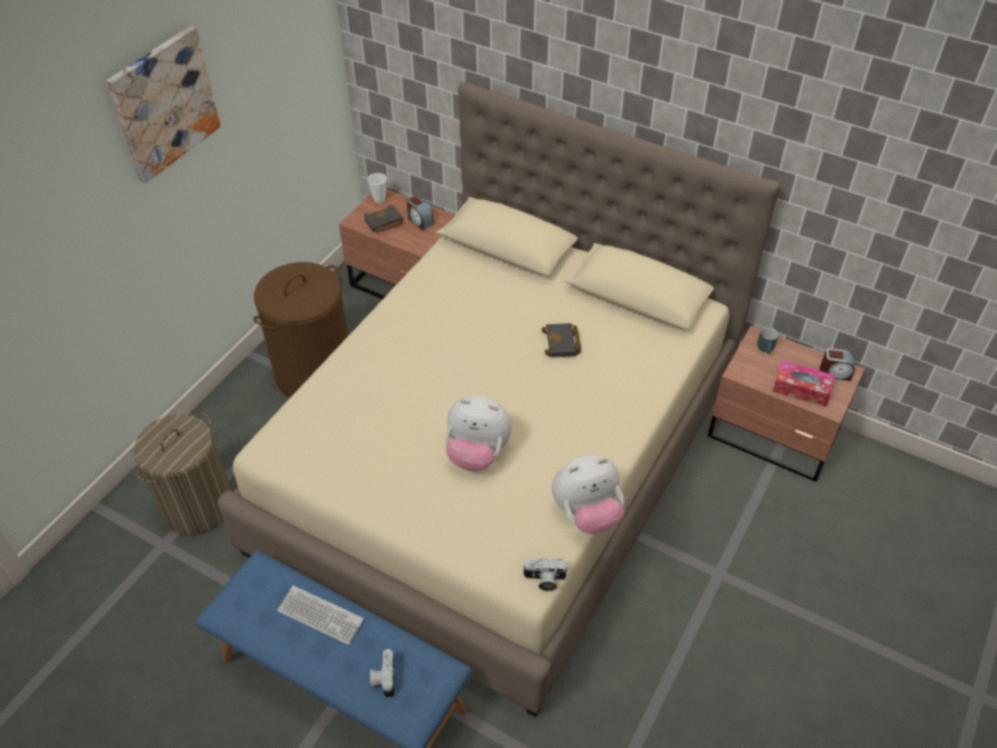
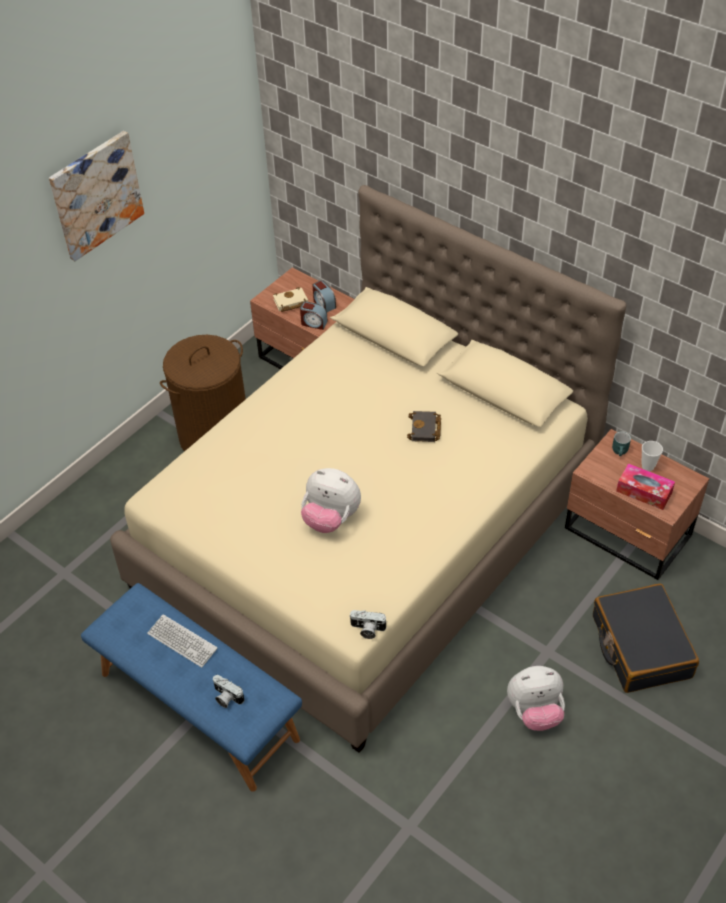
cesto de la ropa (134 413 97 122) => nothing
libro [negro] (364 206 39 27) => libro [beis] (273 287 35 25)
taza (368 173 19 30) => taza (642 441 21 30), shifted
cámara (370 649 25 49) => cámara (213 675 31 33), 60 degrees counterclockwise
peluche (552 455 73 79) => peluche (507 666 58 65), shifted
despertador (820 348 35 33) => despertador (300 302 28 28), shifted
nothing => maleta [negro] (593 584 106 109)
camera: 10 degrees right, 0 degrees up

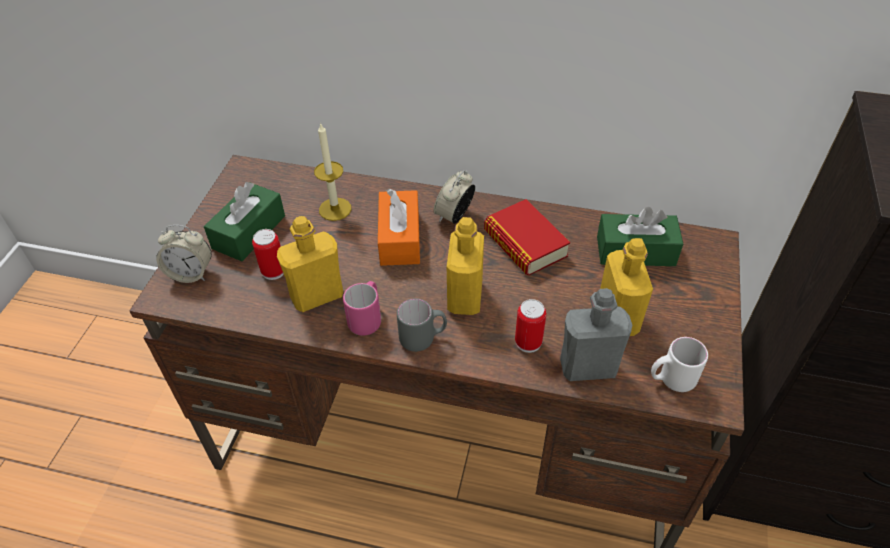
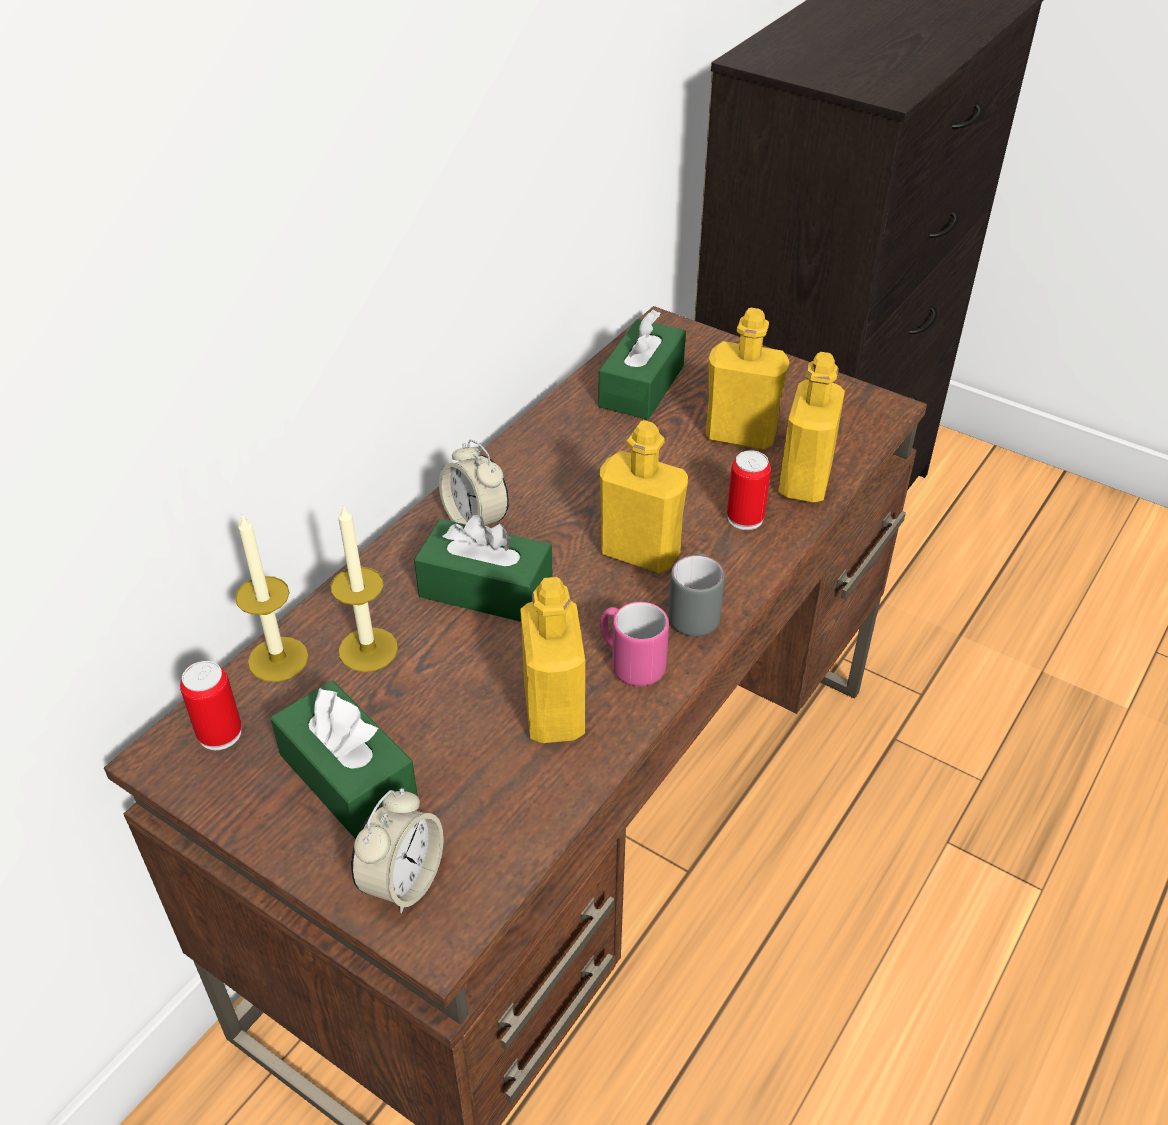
lata (252 229 32 51) => lata (180 661 62 89), shifted
caja de pañuelos [naranja] (378 188 42 78) => caja de pañuelos [verde] (414 515 139 107)
libro (484 199 86 76) => nothing
botella [gris] (560 288 72 93) => botella [amarillo] (778 352 67 151)
taza grande [blanco] (651 337 57 55) => nothing
nothing => vela (235 514 74 168)
camera: 70 degrees left, 5 degrees down

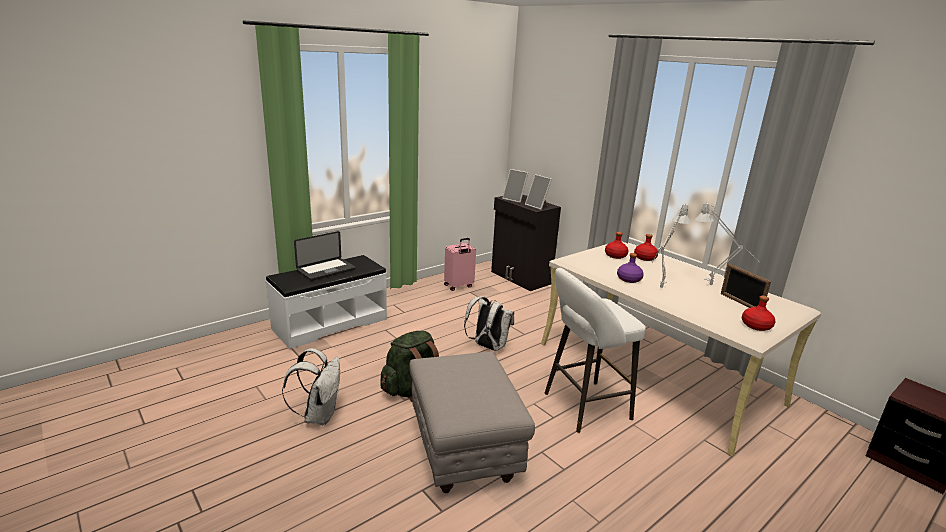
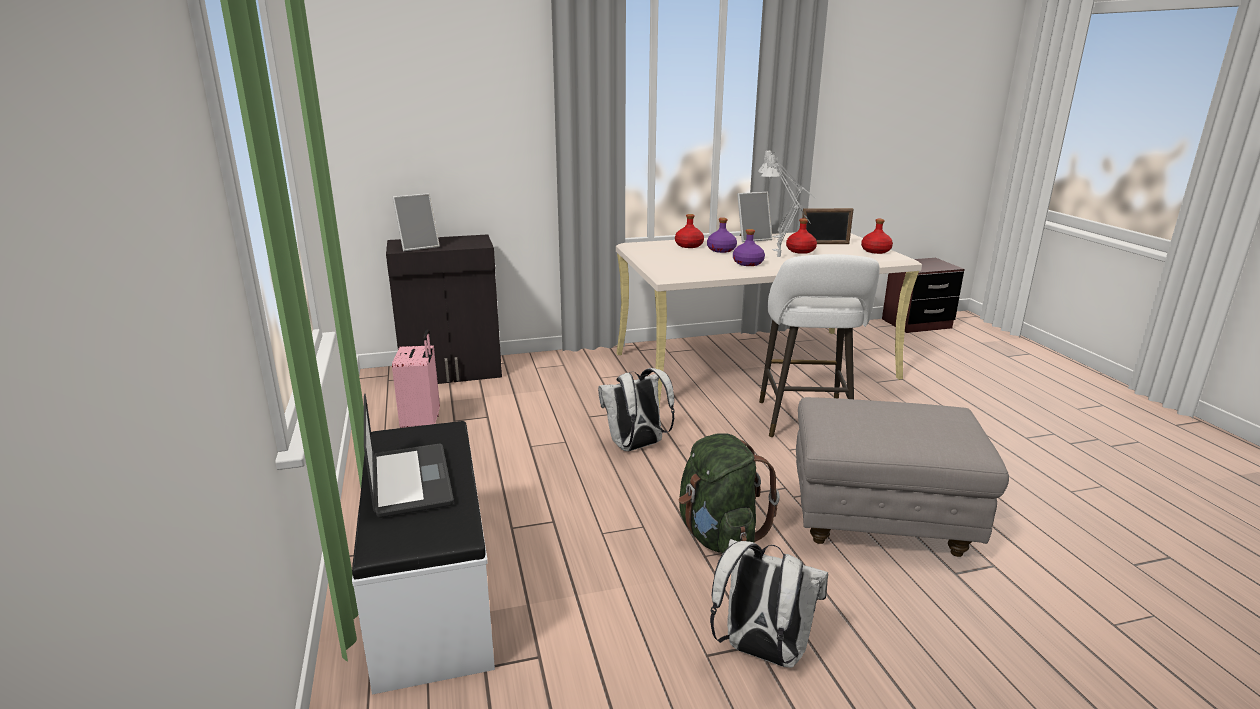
portarretratos (525 174 27 36) => portarretratos (737 192 35 50), shifted
botella [rojo] (605 232 24 27) => botella [rojo] (786 218 31 36), shifted
nothing => botella [morado] (707 218 30 35)
camera: 65 degrees left, 0 degrees up

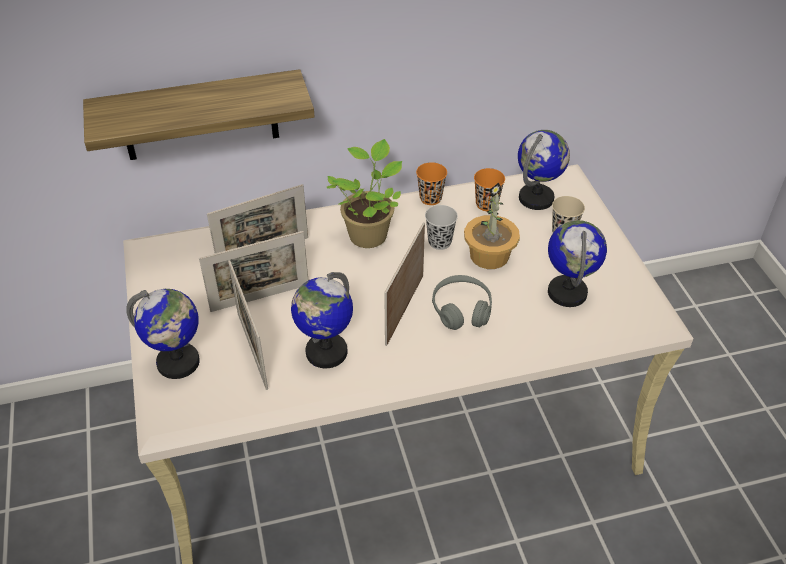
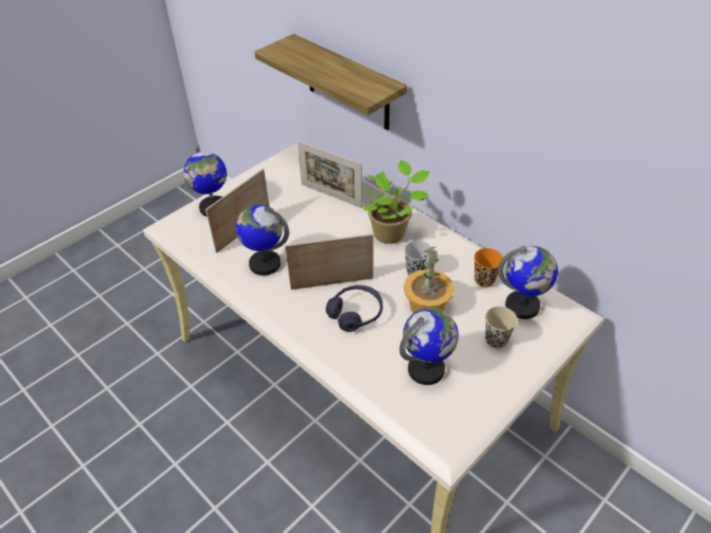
portarretratos (199 231 109 81) => nothing
taza [naranja] (416 162 31 43) => nothing
auriculares [gris] (432 275 60 55) => auriculares [morado] (326 285 57 47)
camera: 60 degrees right, 0 degrees up

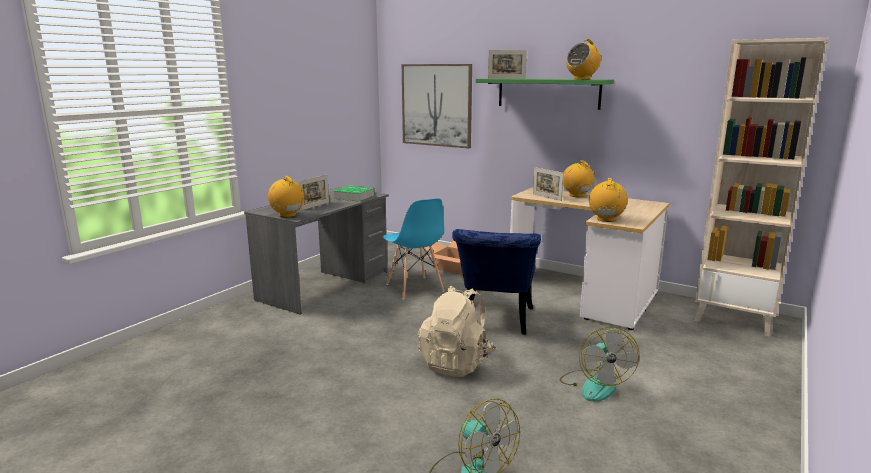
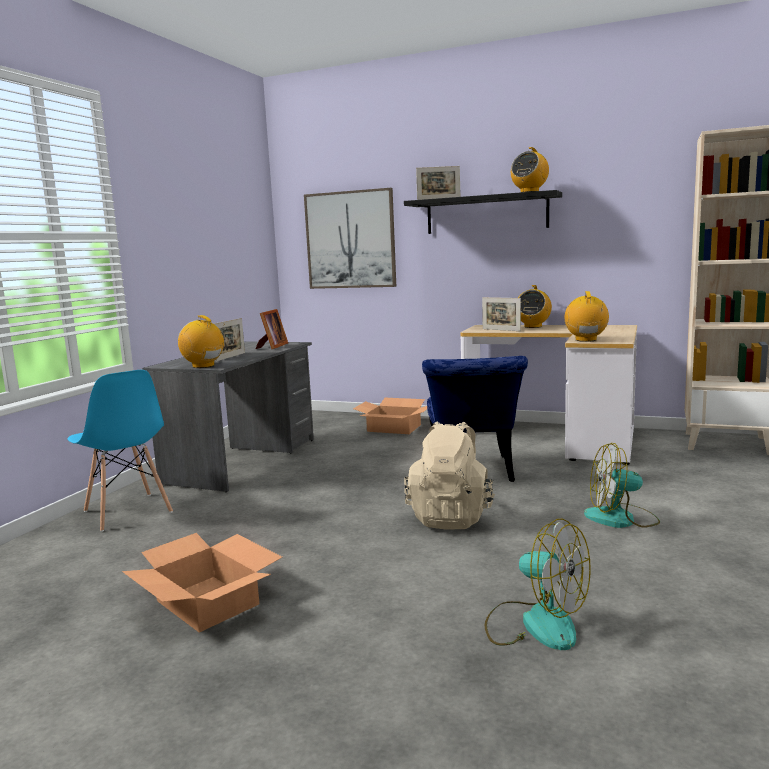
libro (334 185 41 17) => portarretratos (255 309 33 40)
silla [azul] (383 198 61 102) => silla [azul] (67 370 106 162), shifted
estante [verde] (476 78 138 32) => estante [negro] (404 190 158 44)
ventilador (560 327 80 75) => ventilador (584 443 76 85), 105 degrees clockwise
radio (563 160 35 37) => radio (518 285 34 43), 120 degrees counterclockwise
nothing => caja de cartón (122 533 160 100)
camera: 10 degrees left, 5 degrees down

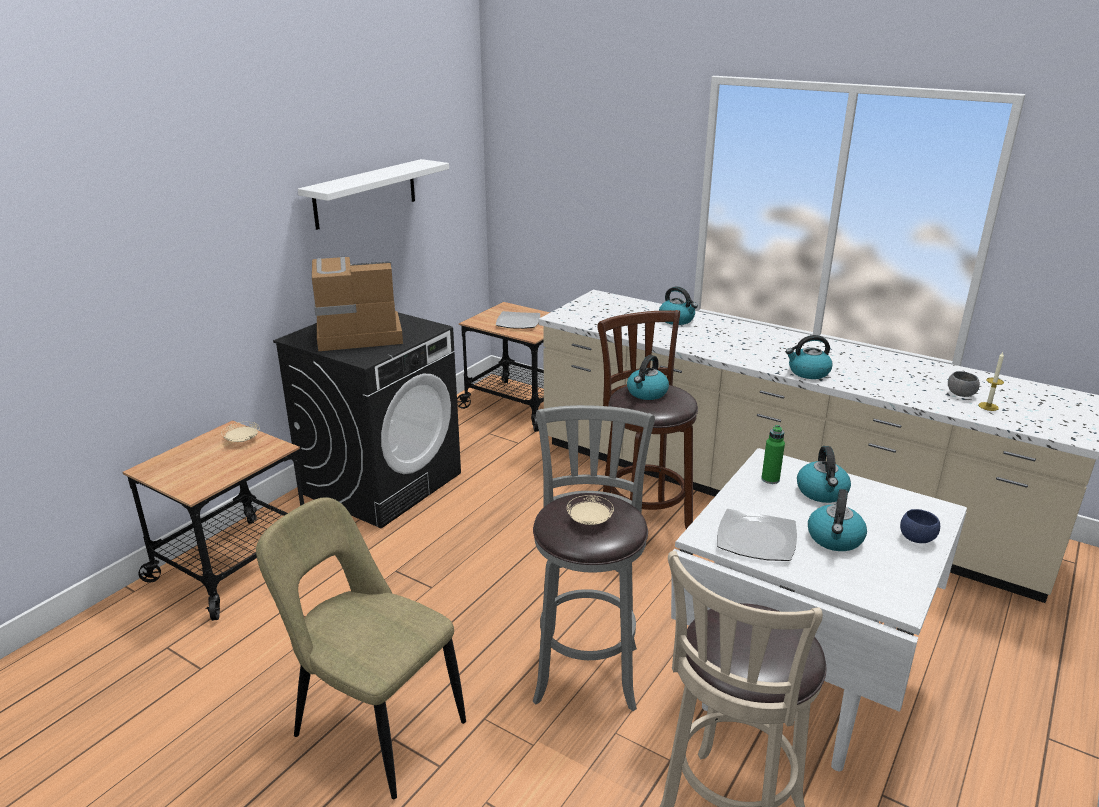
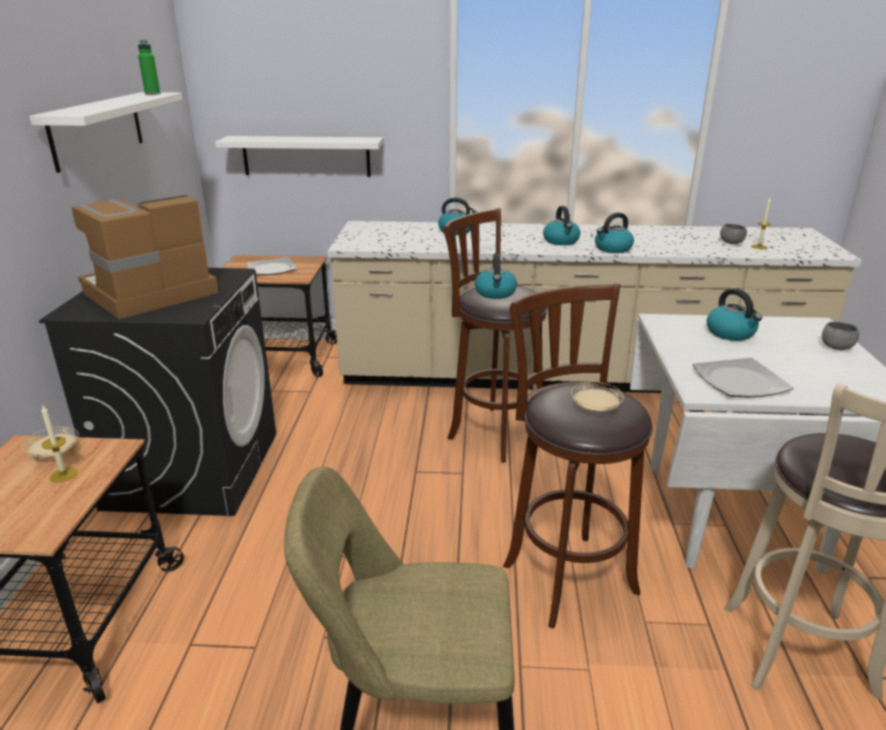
taburete [gris] (533 405 122 306) => taburete [marrón] (503 283 150 346)
botella [verde] (761 425 24 59) => botella [verde] (138 40 23 55), shifted
hervidor (808 489 59 62) => hervidor (543 206 37 39), shifted
cuenco [azul] (900 509 40 34) => cuenco [gris] (822 322 37 28)
nothing => vela (41 406 36 76)
nothing => estante [blanco] (215 136 169 41)
camera: 30 degrees left, 0 degrees up

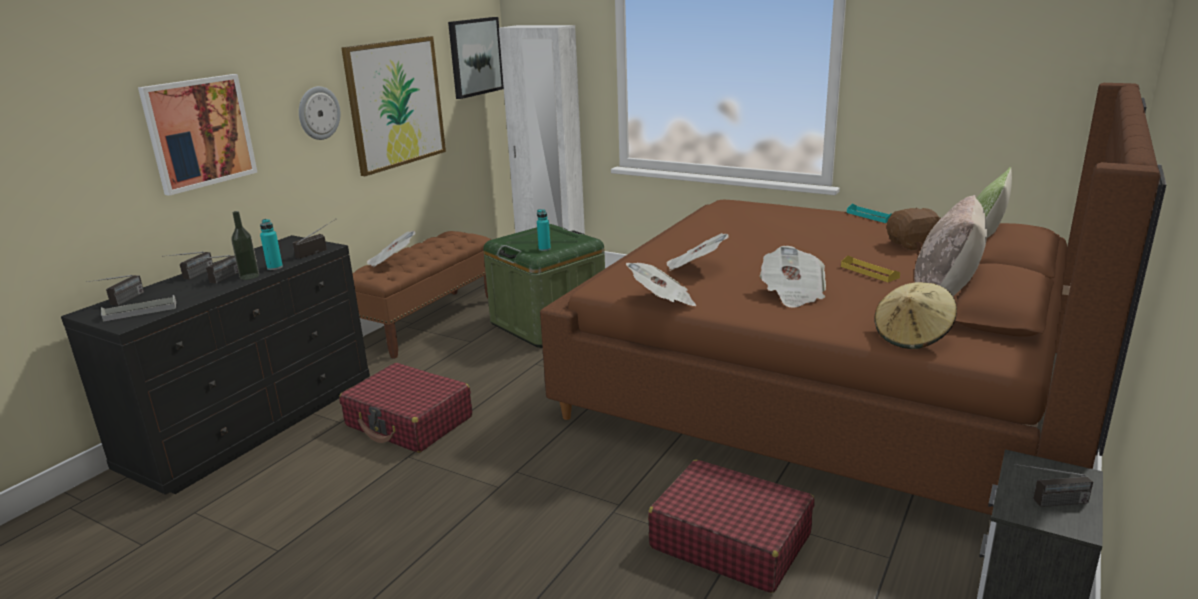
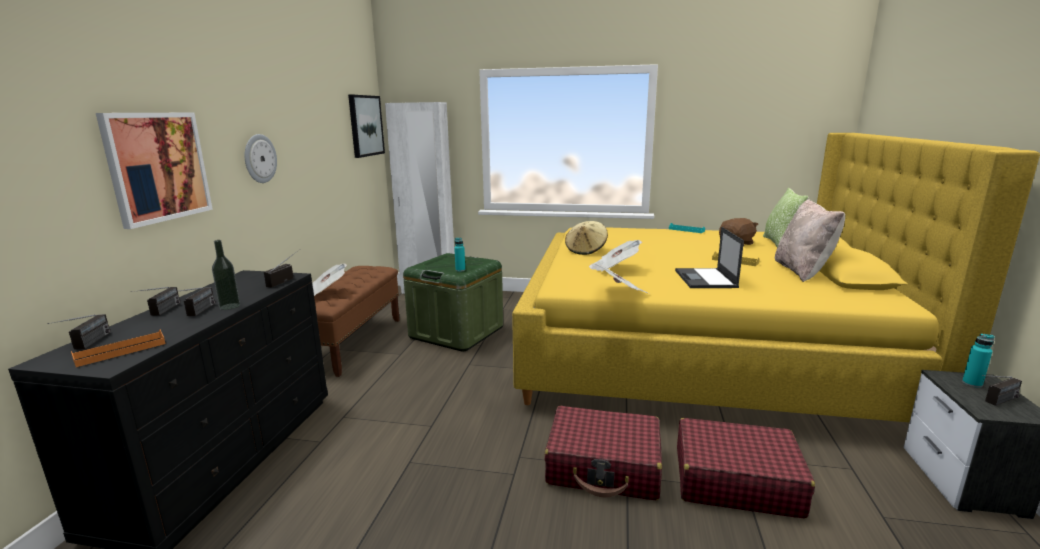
bandeja [gris] (101 295 75 27) => bandeja [naranja] (71 329 95 38)
botella [turquesa] (260 219 23 51) => botella [turquesa] (962 334 33 54), shifted
maleta [rojo] (339 363 133 90) => maleta [rojo] (544 406 118 94), shifted
cuadro (341 36 105 140) => nothing
cama [marrón] (540 83 627 432) => cama [amarillo] (512 133 528 290)
periódico (760 246 66 62) => portátil (675 227 69 61)
sombrero [beis] (874 282 83 67) => sombrero [beis] (565 221 43 34), shifted
camera: 20 degrees left, 5 degrees down

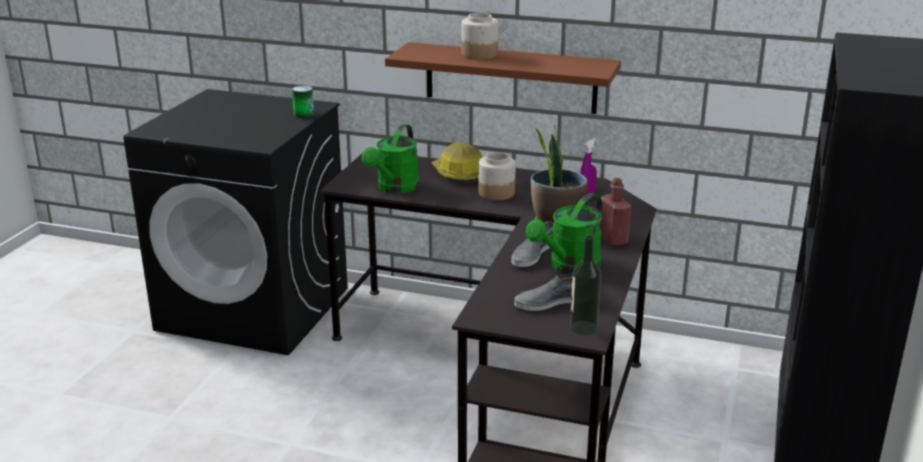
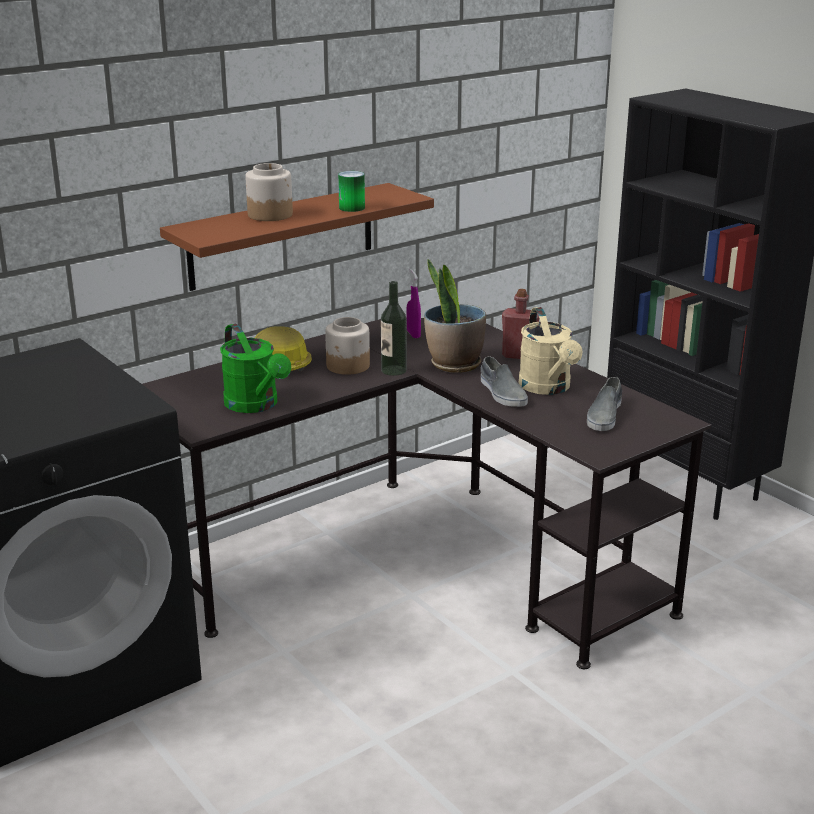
lata (292 86 22 32) => lata (338 171 27 41), shifted
regadera [verde] (526 193 77 82) => regadera [beis] (518 307 65 88)
botella (570 235 31 100) => botella (381 281 26 95), shifted
camera: 55 degrees left, 0 degrees up

